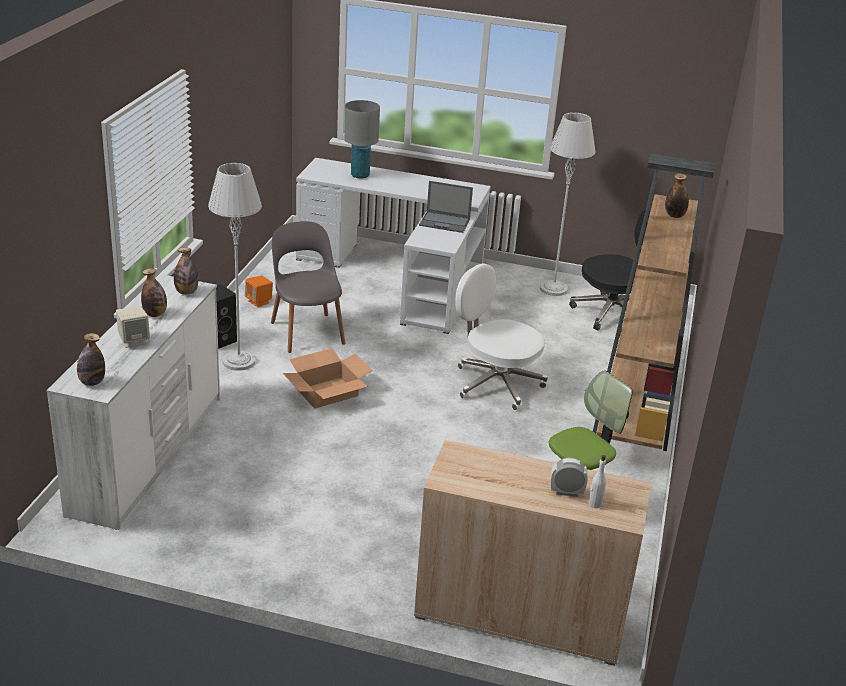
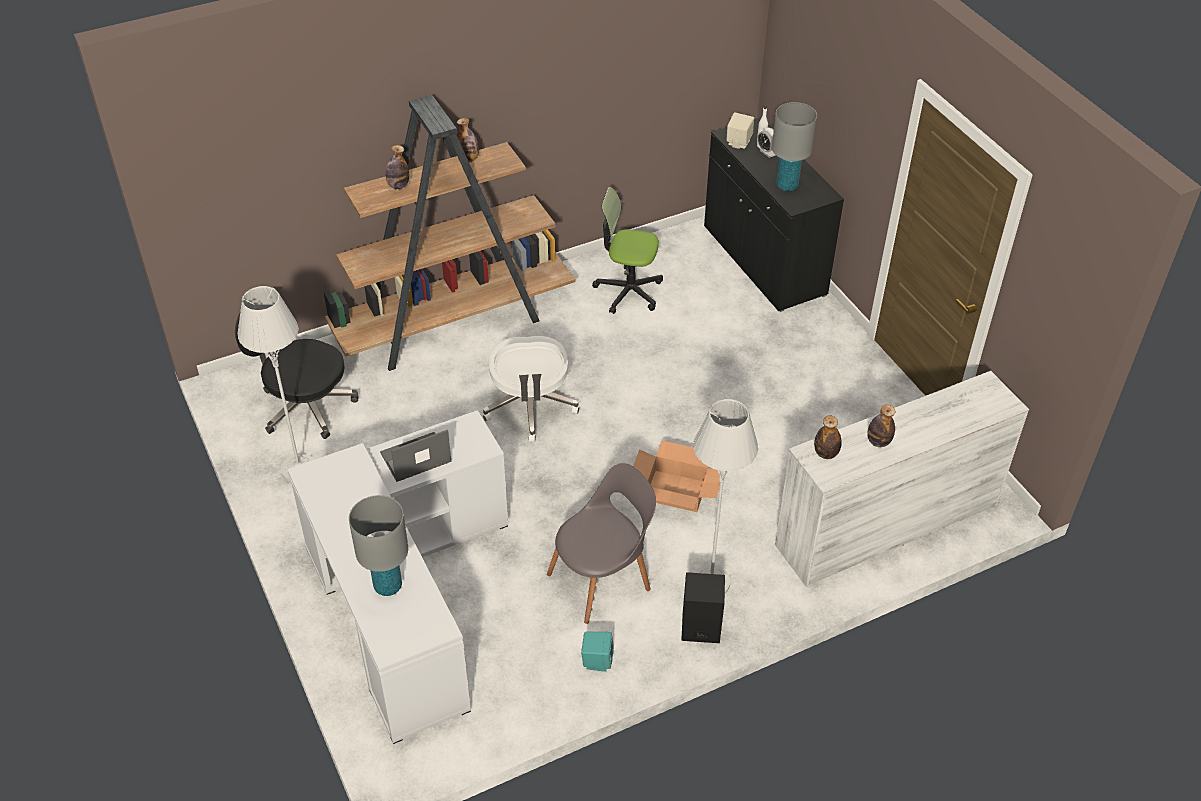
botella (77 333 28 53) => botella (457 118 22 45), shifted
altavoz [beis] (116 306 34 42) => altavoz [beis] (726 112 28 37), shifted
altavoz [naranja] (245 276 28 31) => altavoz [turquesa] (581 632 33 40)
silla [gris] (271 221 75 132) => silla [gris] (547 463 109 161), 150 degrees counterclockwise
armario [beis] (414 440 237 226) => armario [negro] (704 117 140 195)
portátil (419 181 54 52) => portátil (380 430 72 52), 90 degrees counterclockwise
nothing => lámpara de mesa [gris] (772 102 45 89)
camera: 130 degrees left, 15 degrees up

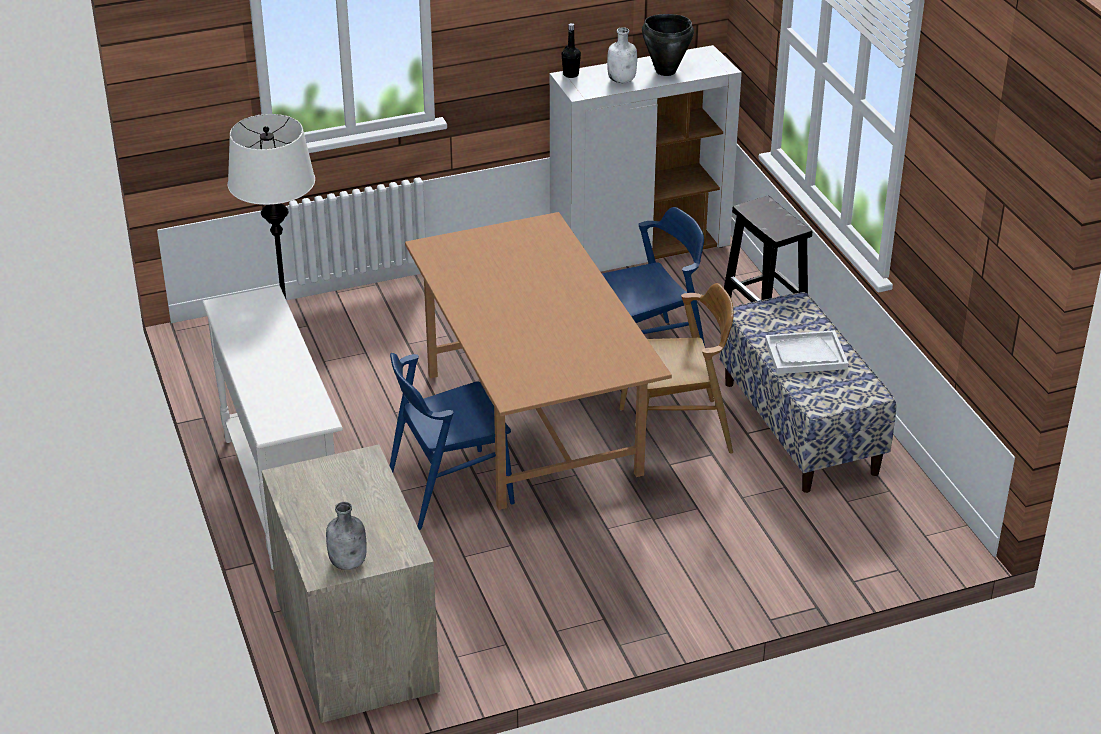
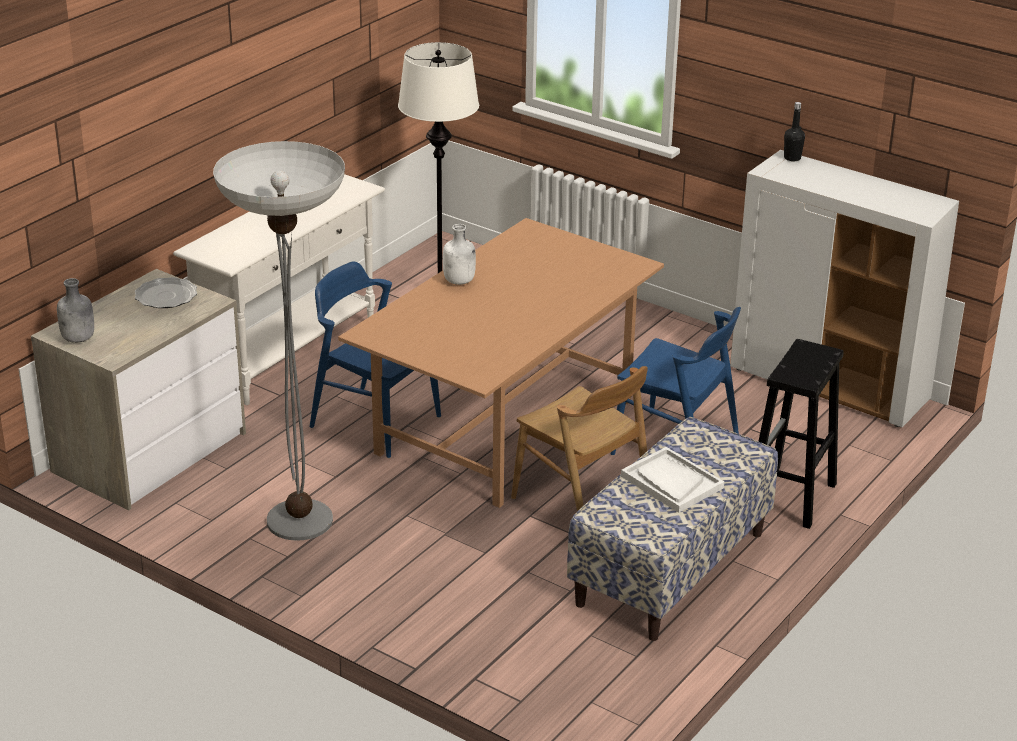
botella [blanco] (607 27 30 56) => botella [blanco] (443 224 33 61), shifted
olla [negro] (642 14 52 62) => nothing
nothing => plato (135 277 62 31)
nothing => lámpara de pie (213 141 132 400)
camera: 55 degrees right, 5 degrees down

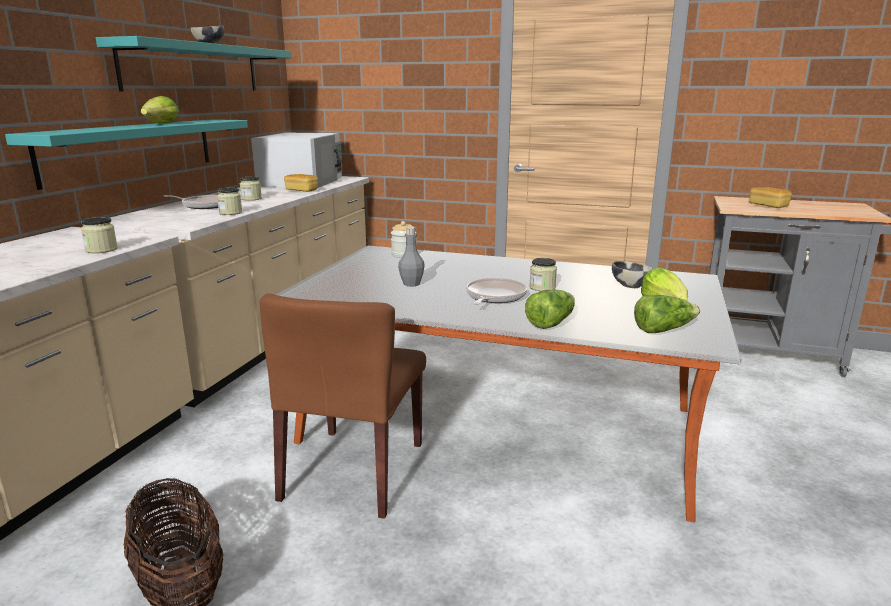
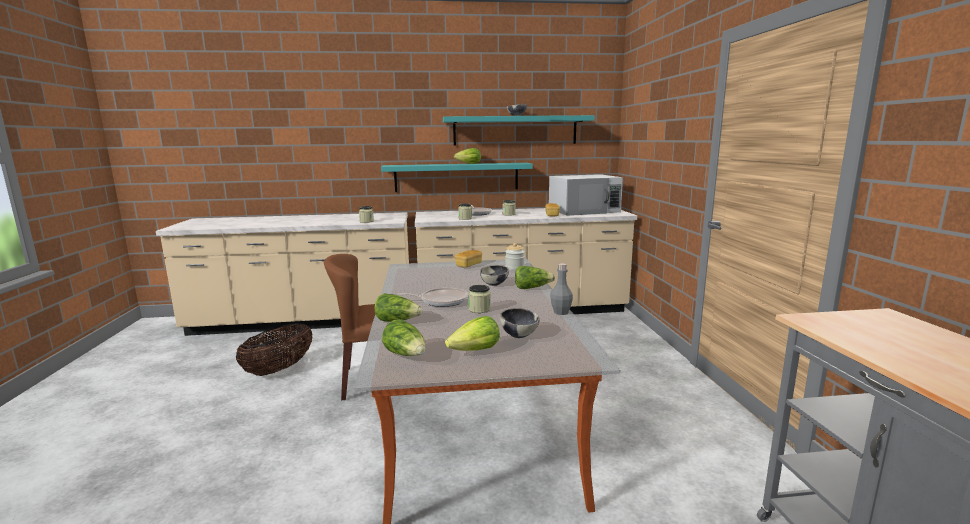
botella [gris] (398 227 27 60) => botella [gris] (550 263 23 52), shifted
pan (749 187 43 21) => pan (455 250 27 18), shifted
nothing => cuenco (480 265 29 21)
nothing => lechuga (515 266 40 23)
camera: 65 degrees right, 5 degrees down

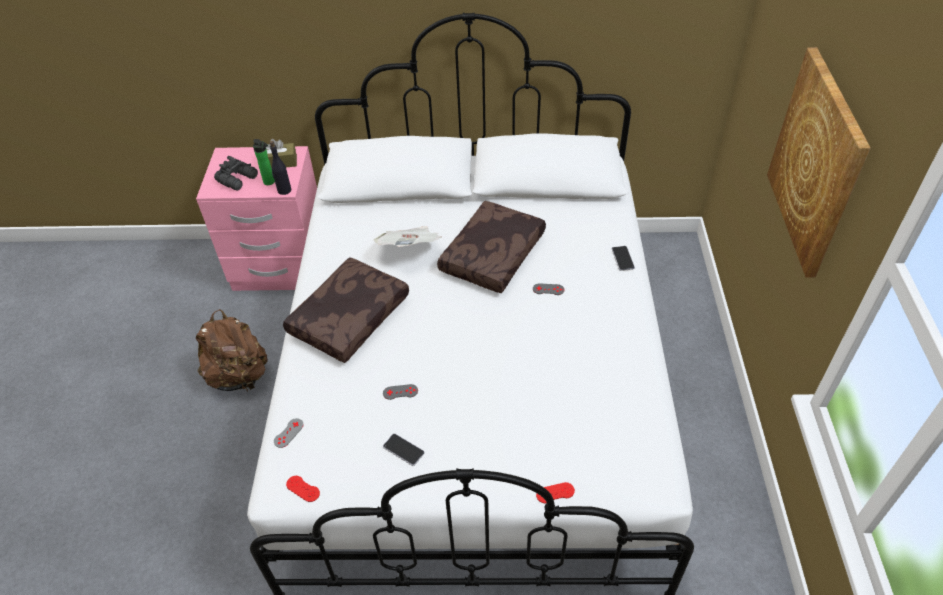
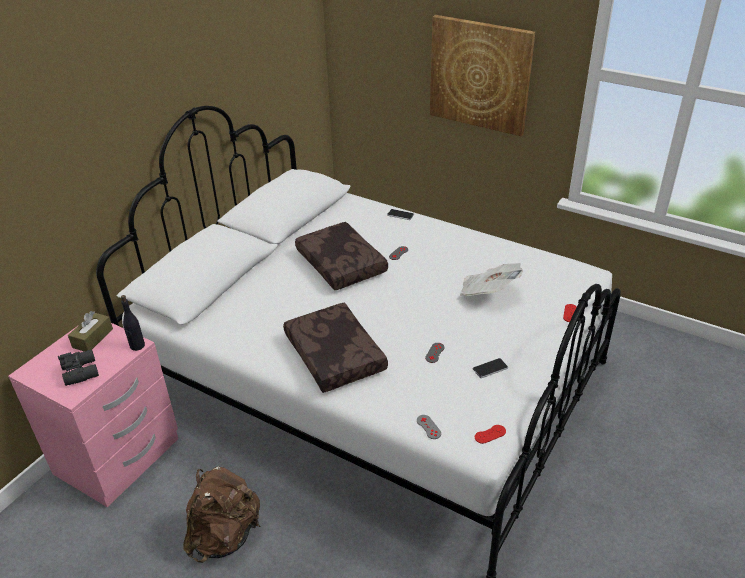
botella (253 139 22 46) => nothing
periódico (374 226 68 21) => periódico (460 263 63 33), shifted
camera: 60 degrees left, 10 degrees down

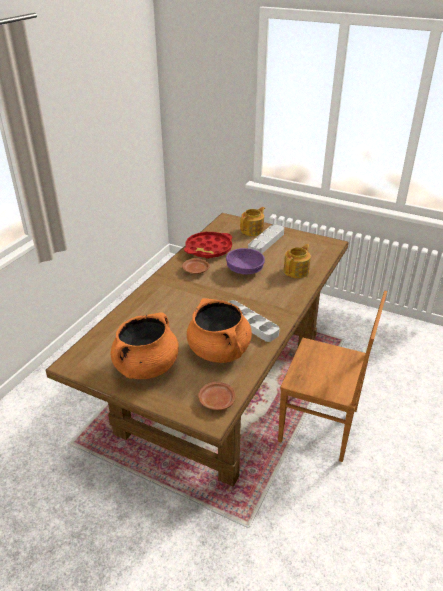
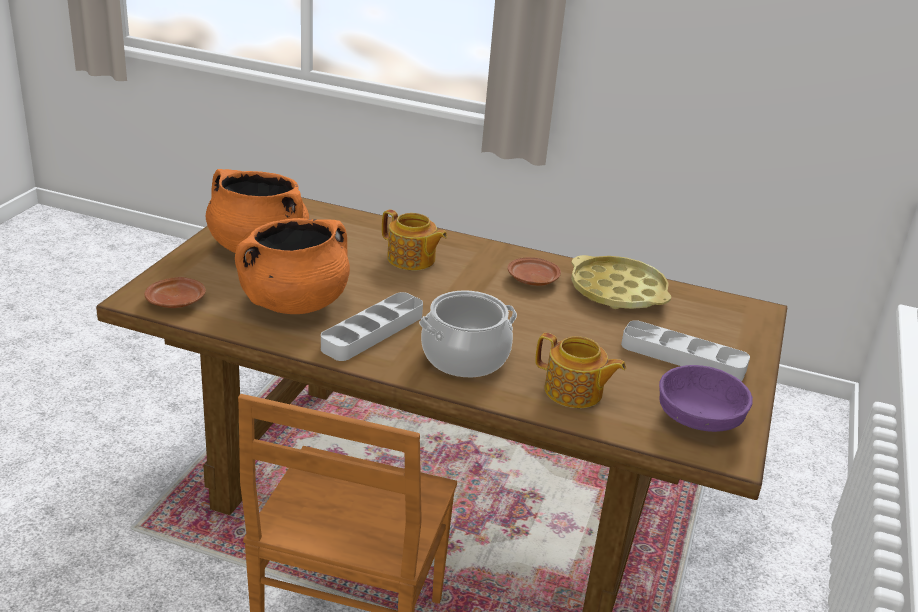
bandeja [rojo] (184 232 49 27) => bandeja [amarillo] (571 255 100 54)
cuenco [morado] (226 248 39 27) => cuenco [morado] (659 365 94 67), shifted
tetera (240 207 25 29) => tetera (382 209 65 61), shifted
nothing => olla (419 290 98 87)
camera: 80 degrees right, 5 degrees down

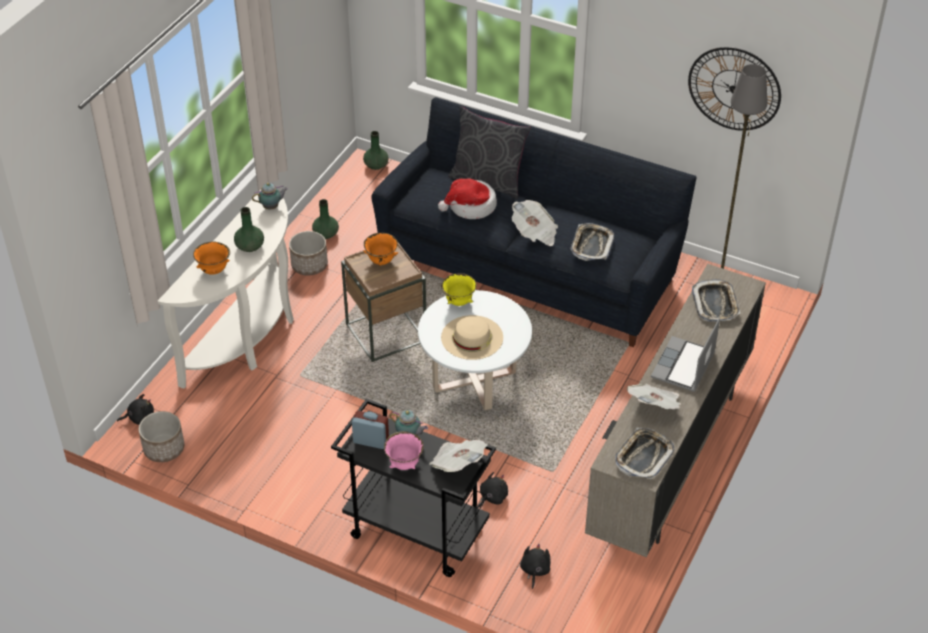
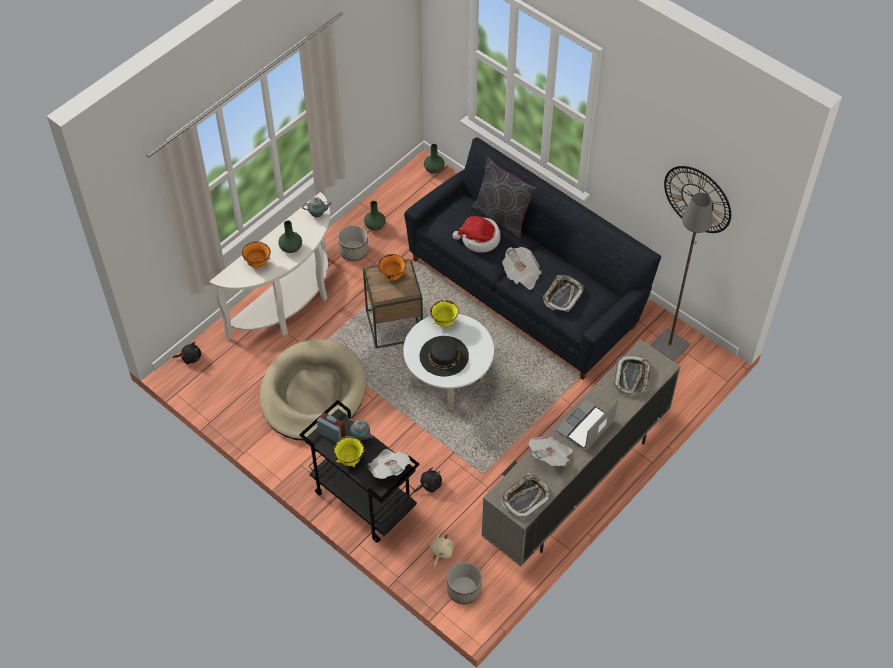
maceta (138 411 46 51) => maceta (447 562 35 43), shifted
cuenco [rosa] (384 431 40 39) => cuenco [amarillo] (334 436 31 31)
sombrero [beis] (441 315 62 45) => sombrero [negro] (420 336 49 41)
peluche [negro] (520 544 30 45) => peluche [beis] (430 535 24 32)
nothing => cama para perro [beis] (260 339 106 102)
camera: 15 degrees right, 10 degrees up

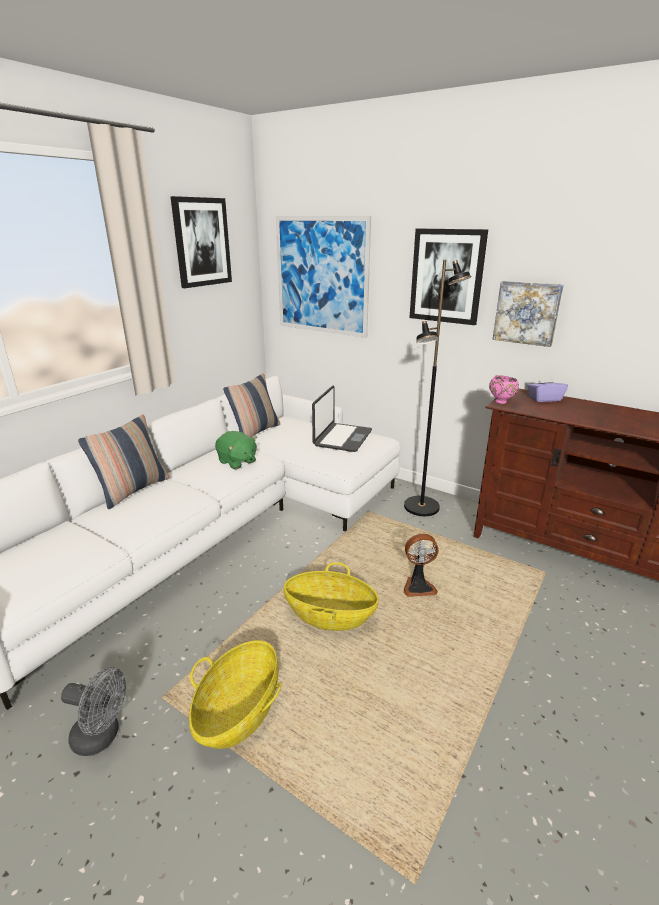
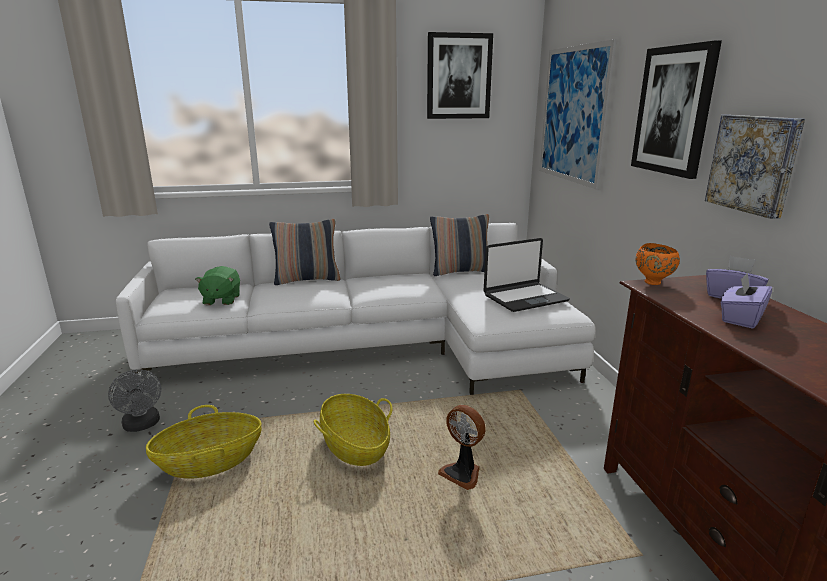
peluche [verde] (215 431 42 38) => peluche [verde] (195 266 45 39), shifted
lámpara de pie [negro] (404 260 67 256) => nothing
cuenco [rosa] (489 375 30 29) => cuenco [naranja] (635 243 45 42)
nothing => caja de pañuelos [morado] (721 273 51 56)
camera: 45 degrees right, 5 degrees down

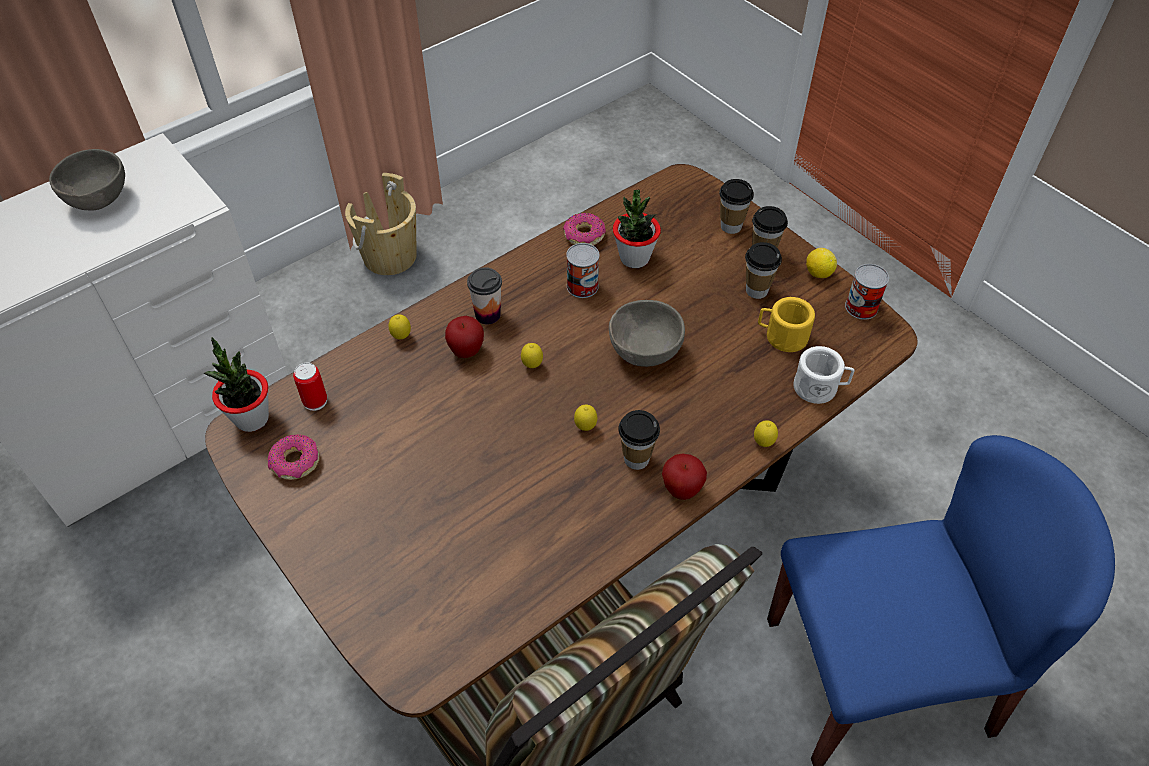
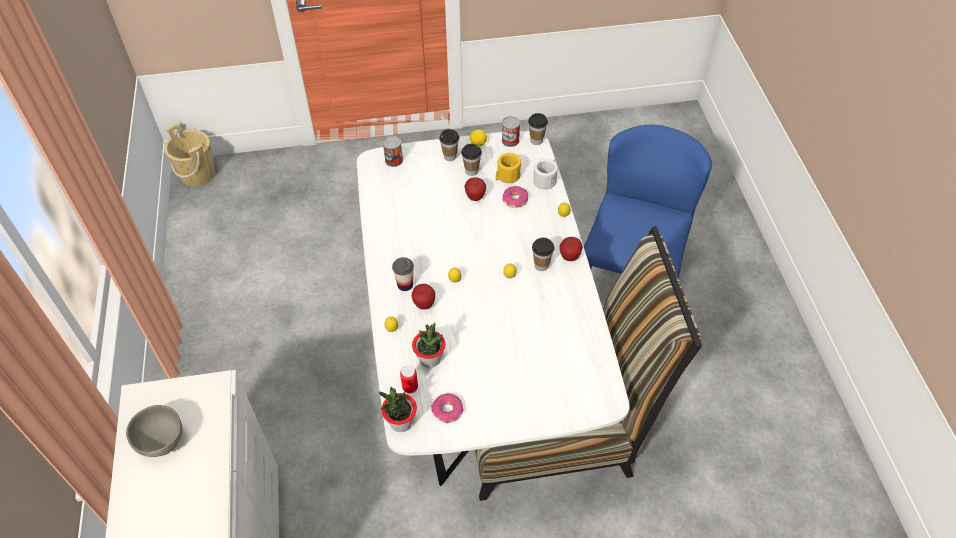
mesa de comedor [marrón] (205 164 713 554) => mesa de comedor [blanco] (357 131 273 355)
cubo [beis] (345 173 72 102) => cubo [beis] (164 123 51 64), shifted
rosquilla (563 213 43 33) => rosquilla (503 186 25 22), shifted
lata (566 243 33 55) => lata (383 136 20 31), shifted
cuenco [gris] (609 300 76 67) => nothing
planta en maceta (613 190 48 78) => planta en maceta (412 323 33 45), shifted
taza (719 179 35 55) => taza (528 113 20 32), shifted
nothing => manzana (465 177 21 24)
camera: 60 degrees left, 0 degrees up

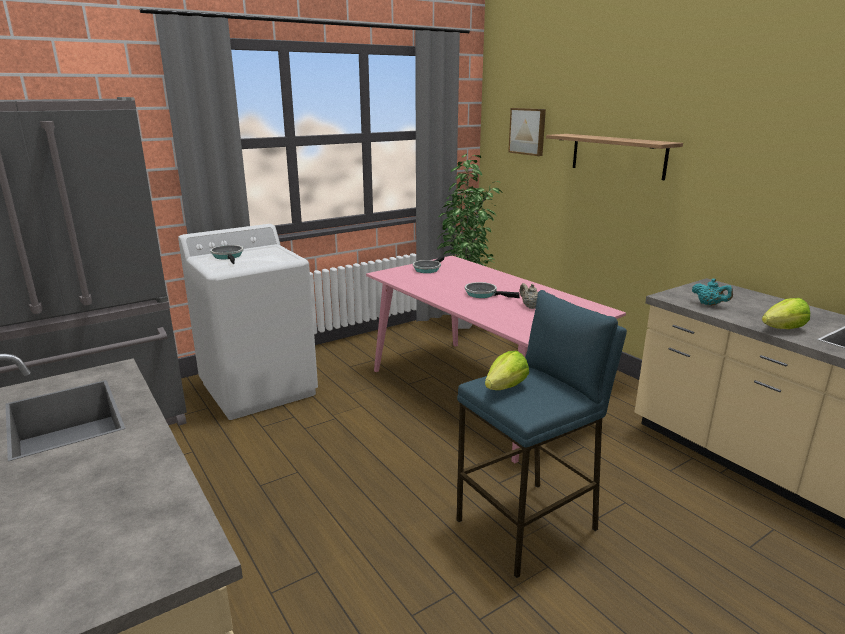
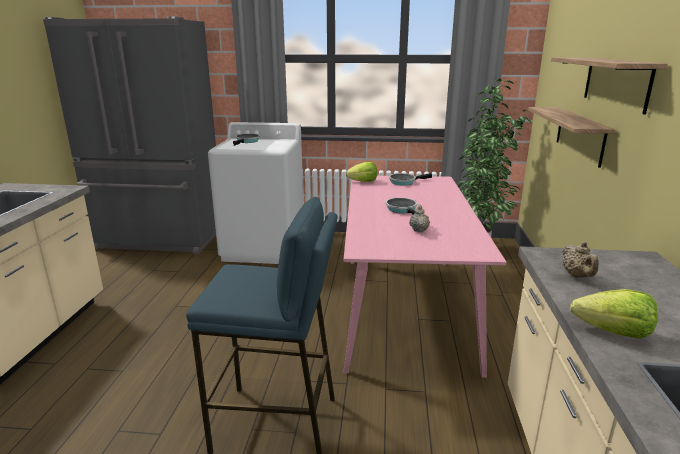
lechuga (485 351 44 39) => lechuga (346 162 31 20), shifted
cuadro (508 108 38 48) => nothing
tetera [turquesa] (692 278 41 28) => tetera [beis] (562 241 37 37)
nothing => estante (528 107 88 61)
camera: 40 degrees right, 0 degrees up

